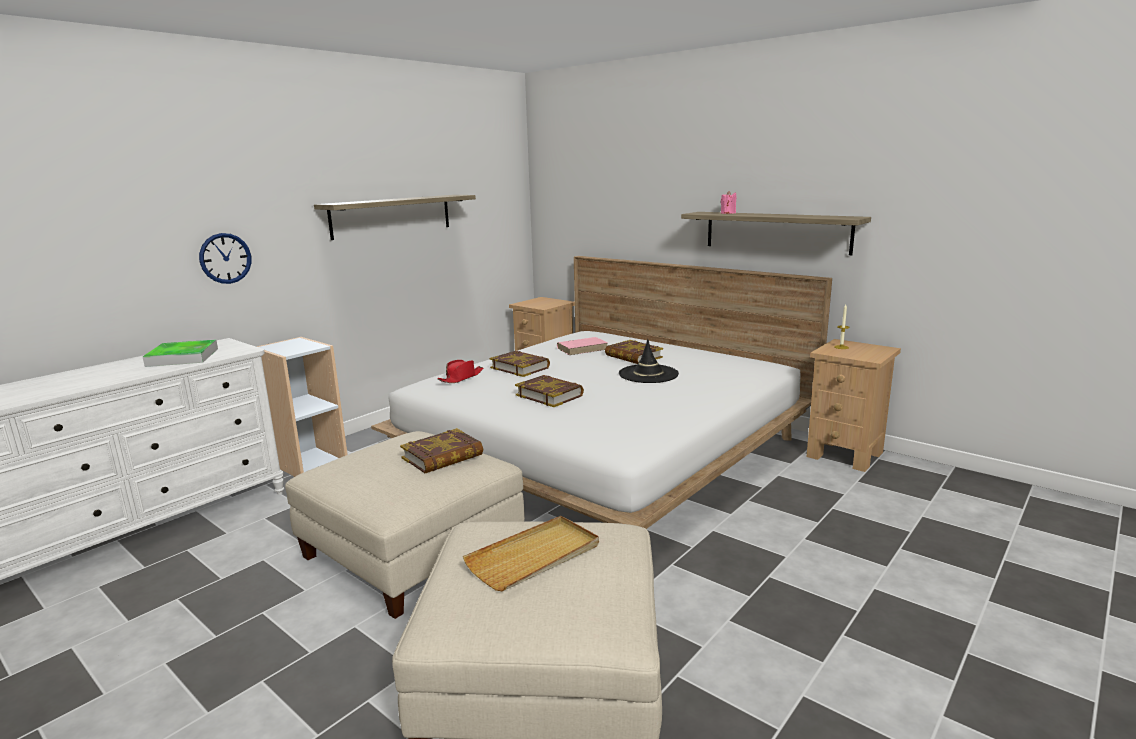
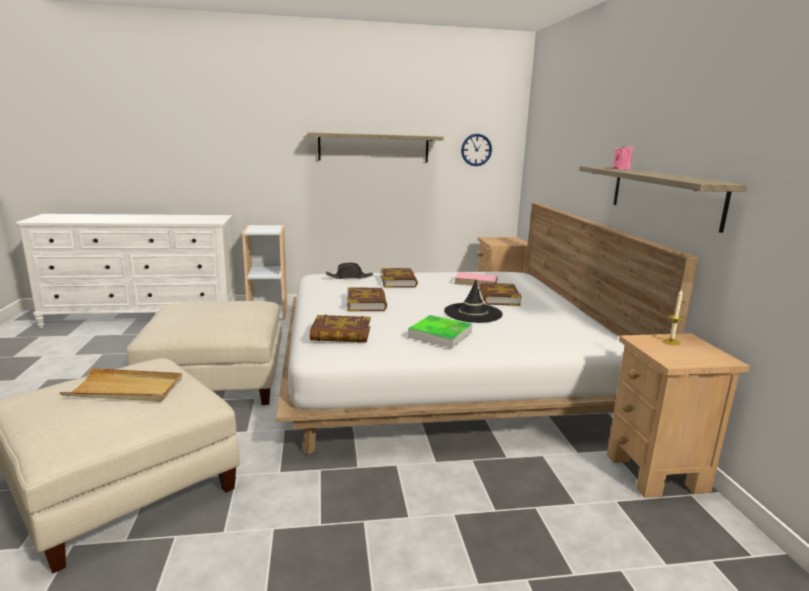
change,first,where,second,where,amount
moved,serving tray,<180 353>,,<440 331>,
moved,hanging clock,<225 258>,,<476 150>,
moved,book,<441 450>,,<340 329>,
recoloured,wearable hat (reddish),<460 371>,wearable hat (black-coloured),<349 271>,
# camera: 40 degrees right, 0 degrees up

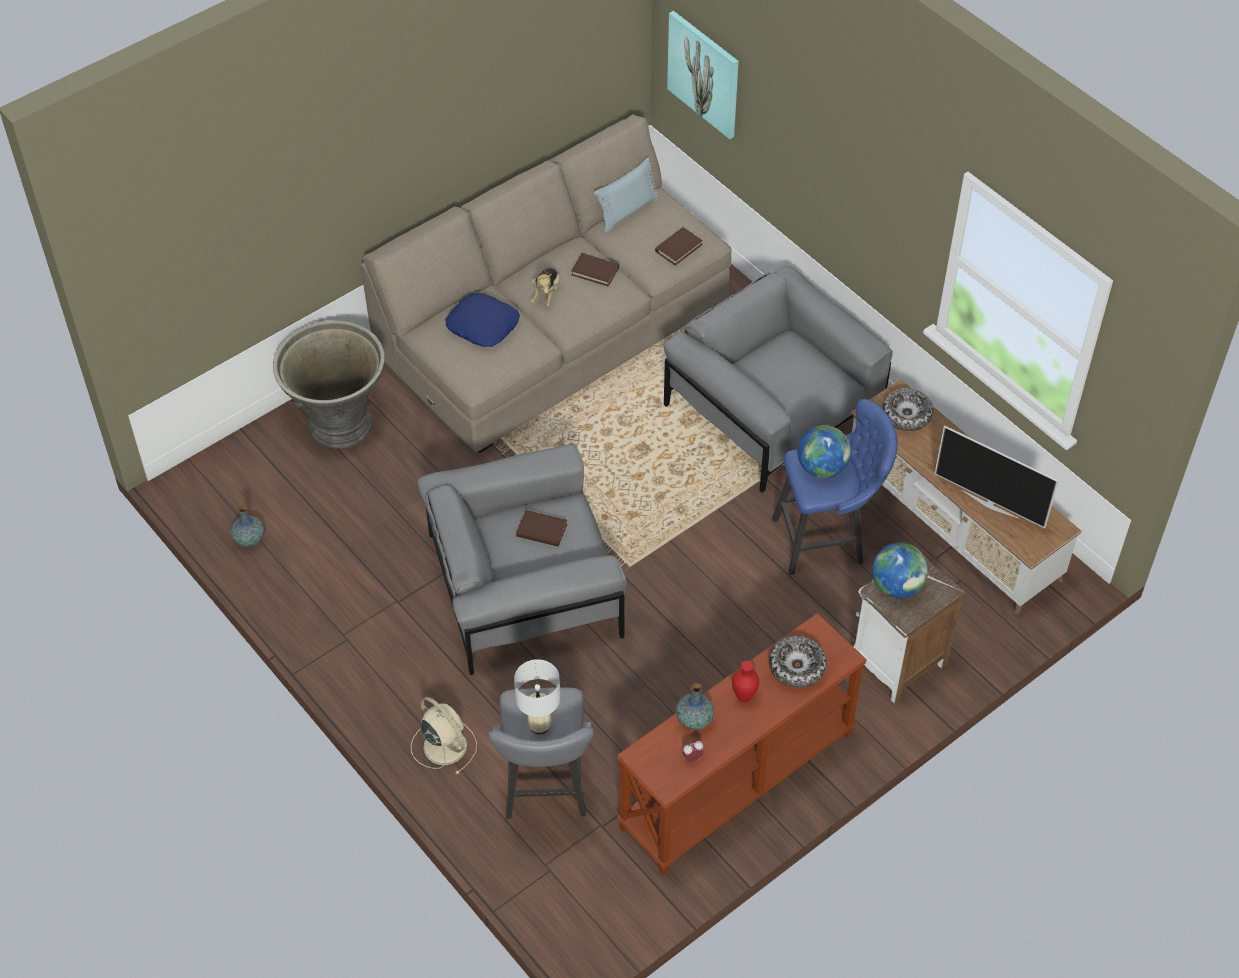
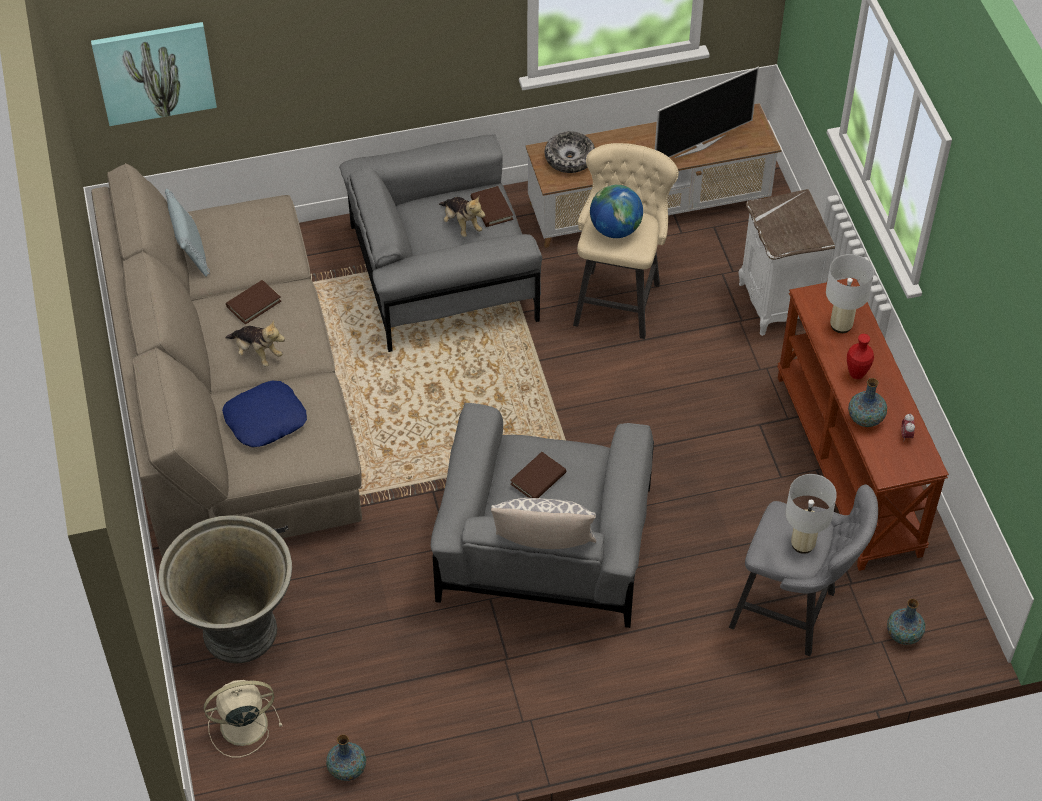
change,first,where,second,where,amount
removed,globe,<900 570>,,,
added,,,soft toy,<462 216>,
added,,,throw pillow,<543 523>,
added,,,flower vase,<906 622>,
moved,fan (beige-coloured),<444 736>,,<243 719>,
moved,book (brown),<679 246>,,<492 206>,
replaced,deep dish,<798 662>,table lamp (whitish),<850 293>,
recoloured,stool seat (blue),<835 487>,stool seat (beige-coloured),<626 241>,
# camera: 65 degrees left, 0 degrees up

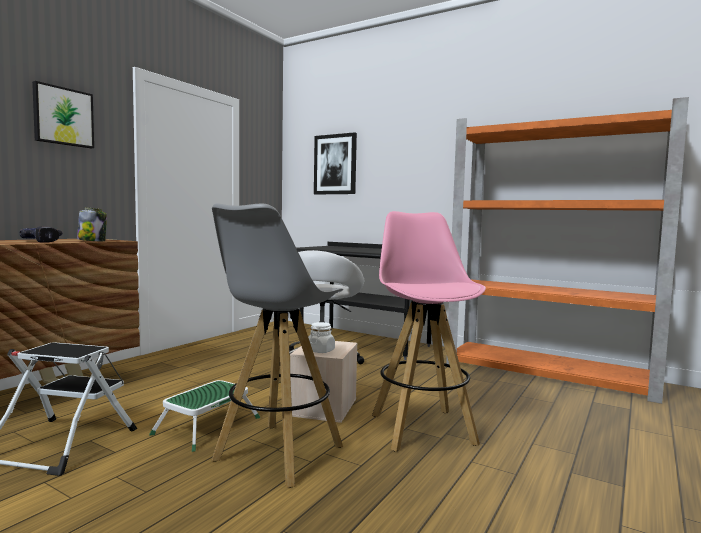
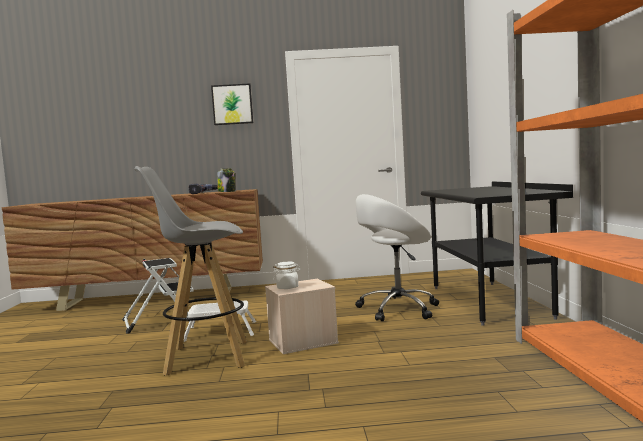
change,first,where,second,where,amount
removed,picture,<335 163>,,,
removed,stool seat (pink),<429 331>,,,
recoloured,step ladder (green),<204 416>,step ladder (whitish),<220 321>,
# camera: 55 degrees right, 0 degrees up

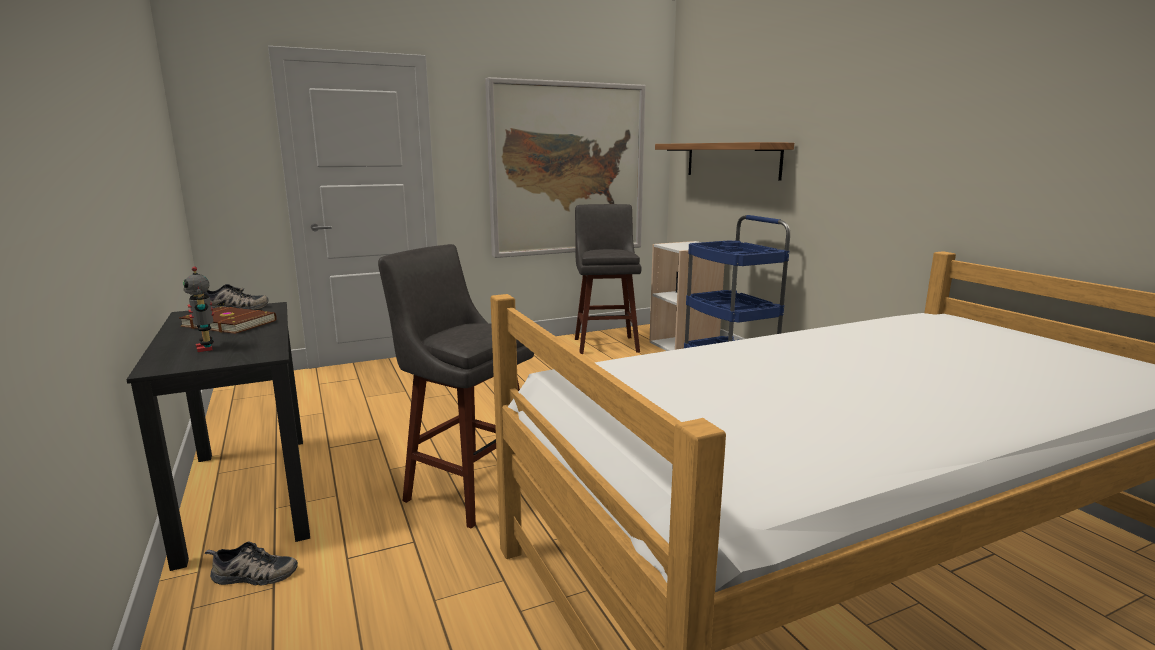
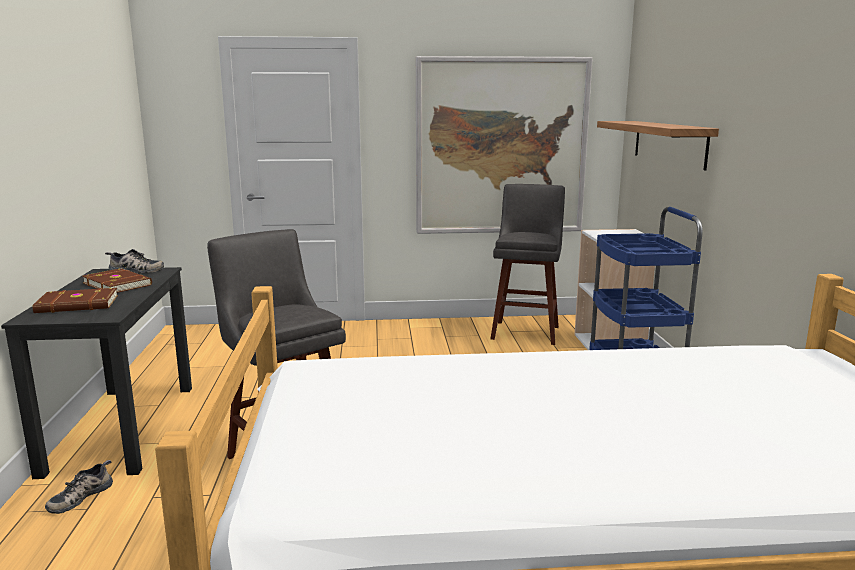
change,first,where,second,where,amount
replaced,model robot,<198 309>,book (brown),<75 300>,
turned,low shoe,<251 563>,,<79 487>,105 degrees clockwise
# camera: 20 degrees right, 0 degrees up

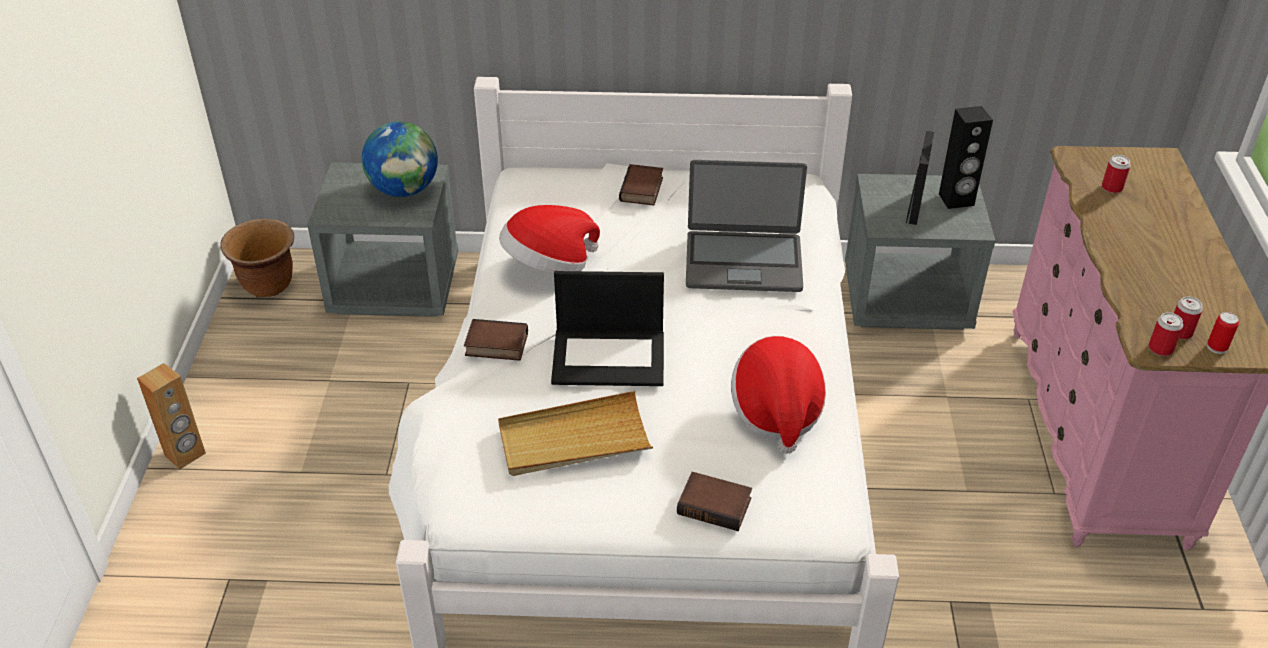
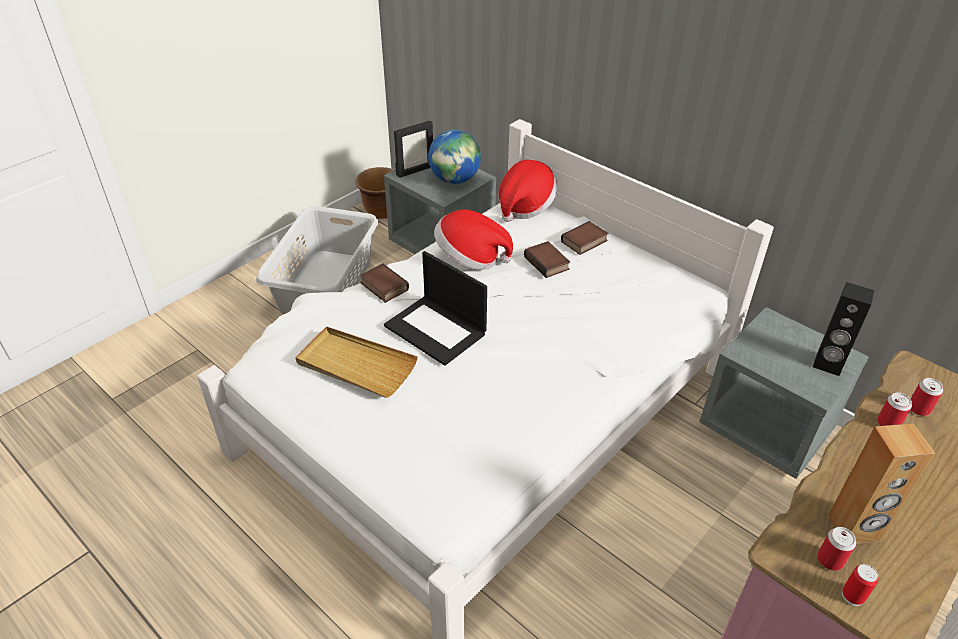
change,first,where,second,where,amount
removed,notebook computer,<746 226>,,,
added,,,washing basket (gray),<317 259>,
moved,loudspeaker (brown),<171 416>,,<882 483>,
moved,book,<714 501>,,<547 259>,
moved,wearable hat,<778 395>,,<528 191>,
moved,photo frame,<920 178>,,<413 149>,
moved,can,<1166 334>,,<894 409>,
# camera: 40 degrees right, 0 degrees up

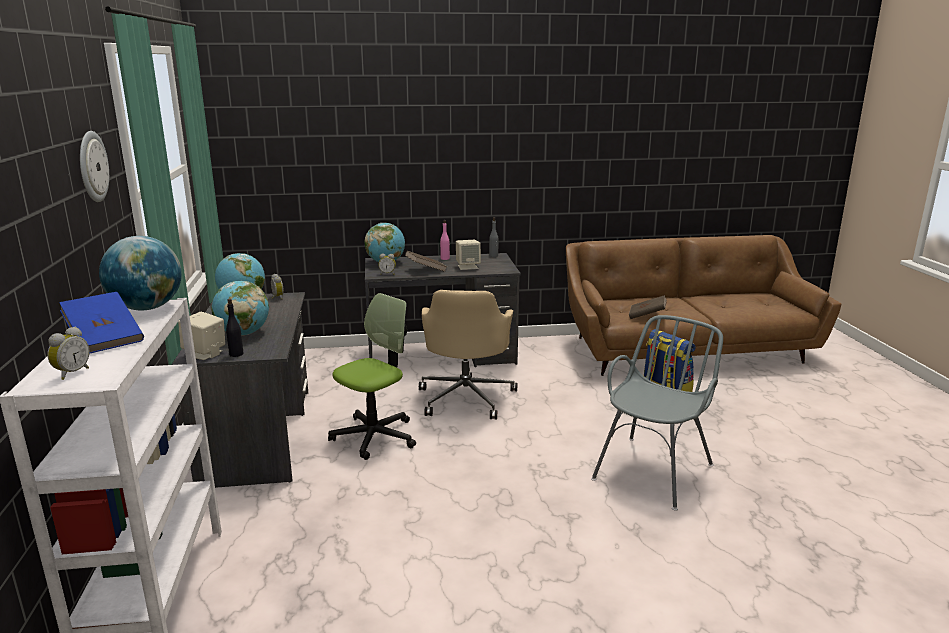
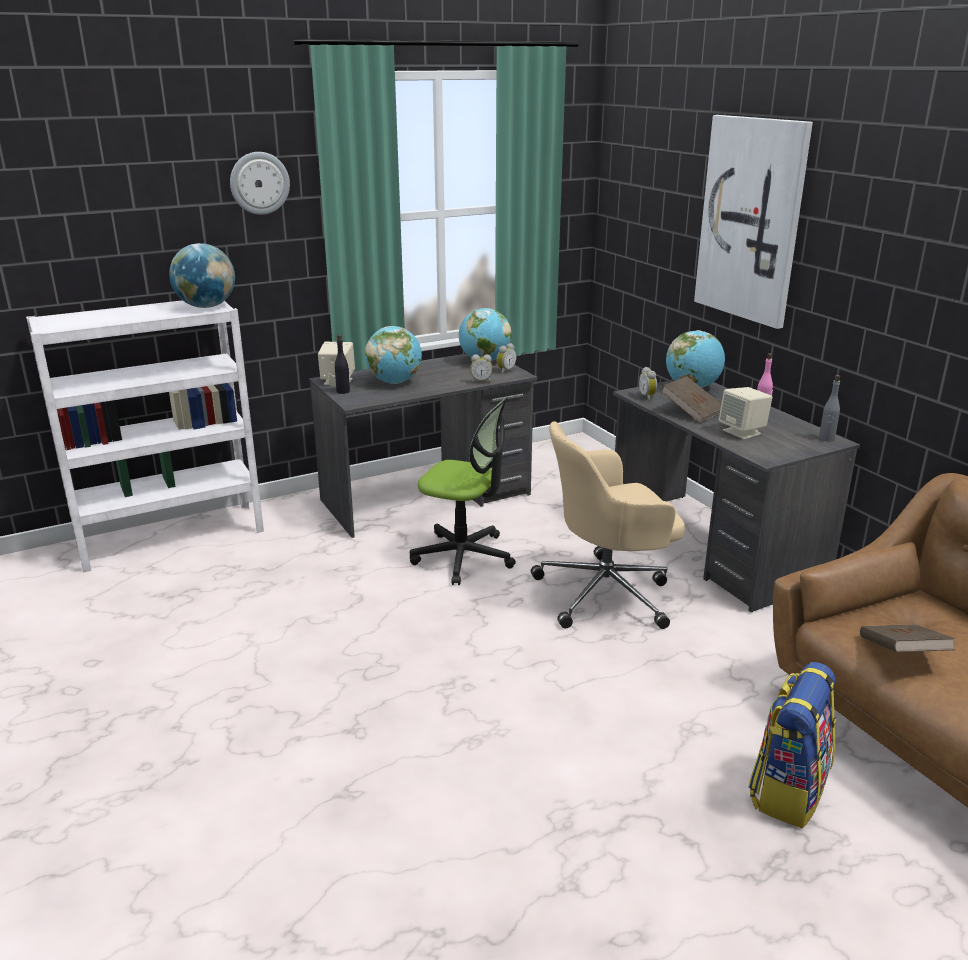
change,first,where,second,where,amount
removed,book (blue),<101 323>,,,
removed,chair (gray),<657 413>,,,
added,,,picture,<753 222>,
moved,alarm clock,<69 353>,,<481 368>,
# camera: 70 degrees right, 5 degrees up

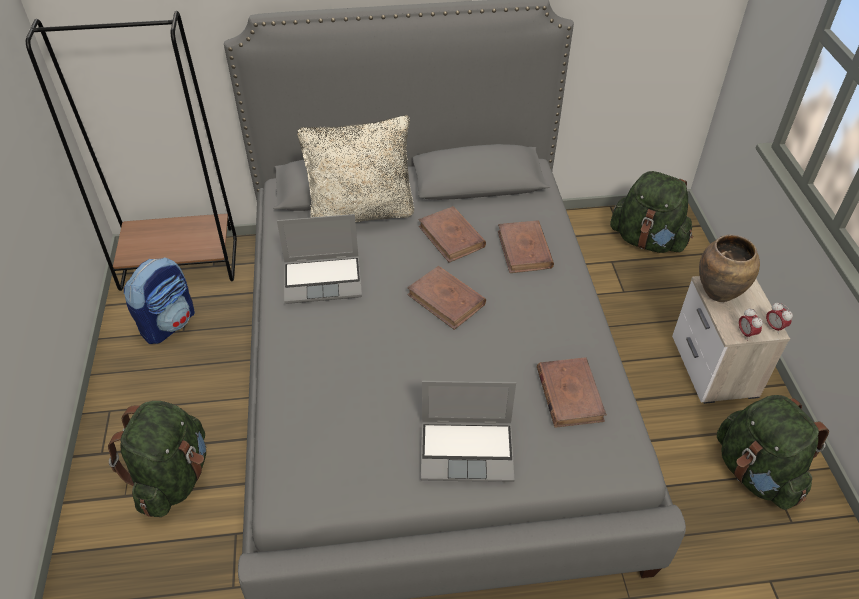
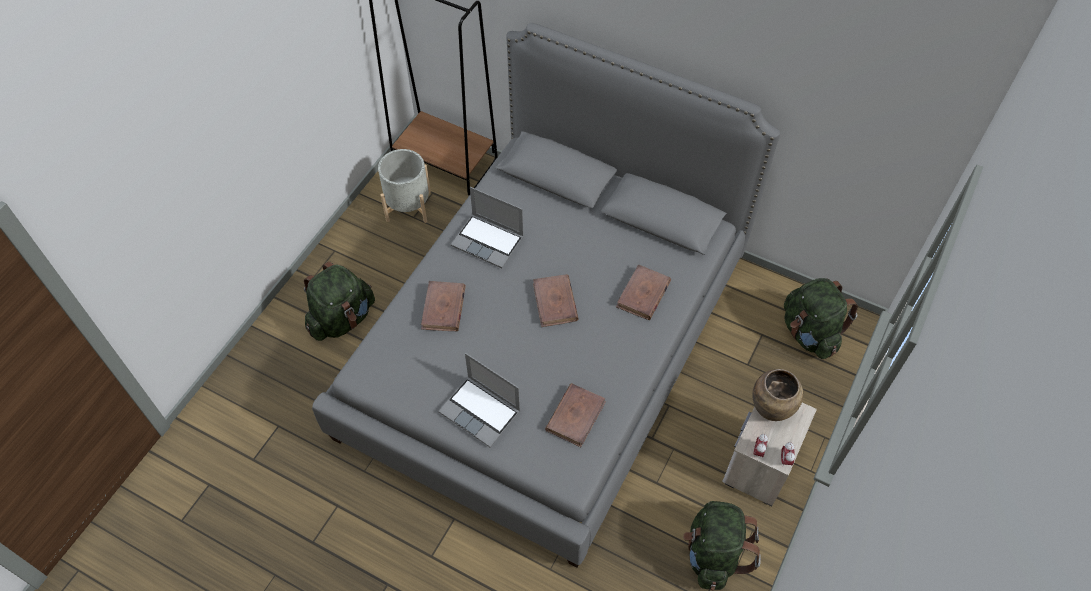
change,first,where,second,where,amount
removed,throw pillow (beige-coloured),<356 169>,,,
moved,book (brown),<452 234>,,<443 306>,
replaced,backpack,<159 300>,plant pot (gray),<404 186>,
# camera: 35 degrees right, 10 degrees up

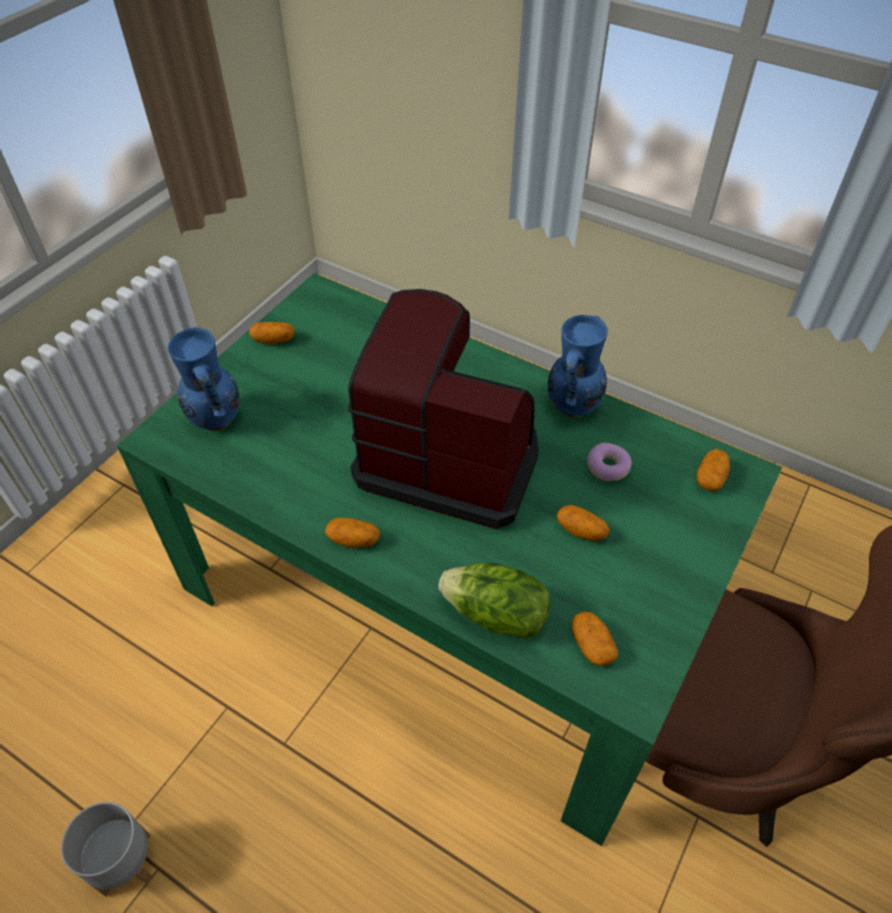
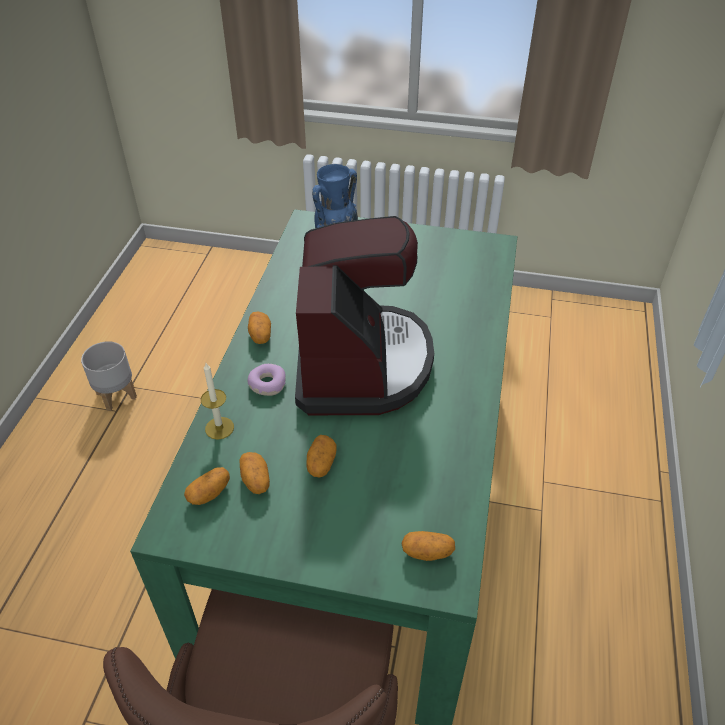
change,first,where,second,where,amount
removed,flower vase (blue),<577 366>,,,
moved,whole potato,<272 333>,,<255 473>,
moved,ring doughnut,<609 462>,,<267 380>,
replaced,head of lettuce,<494 601>,wax candle,<217 401>,
# camera: 70 degrees right, 5 degrees down

